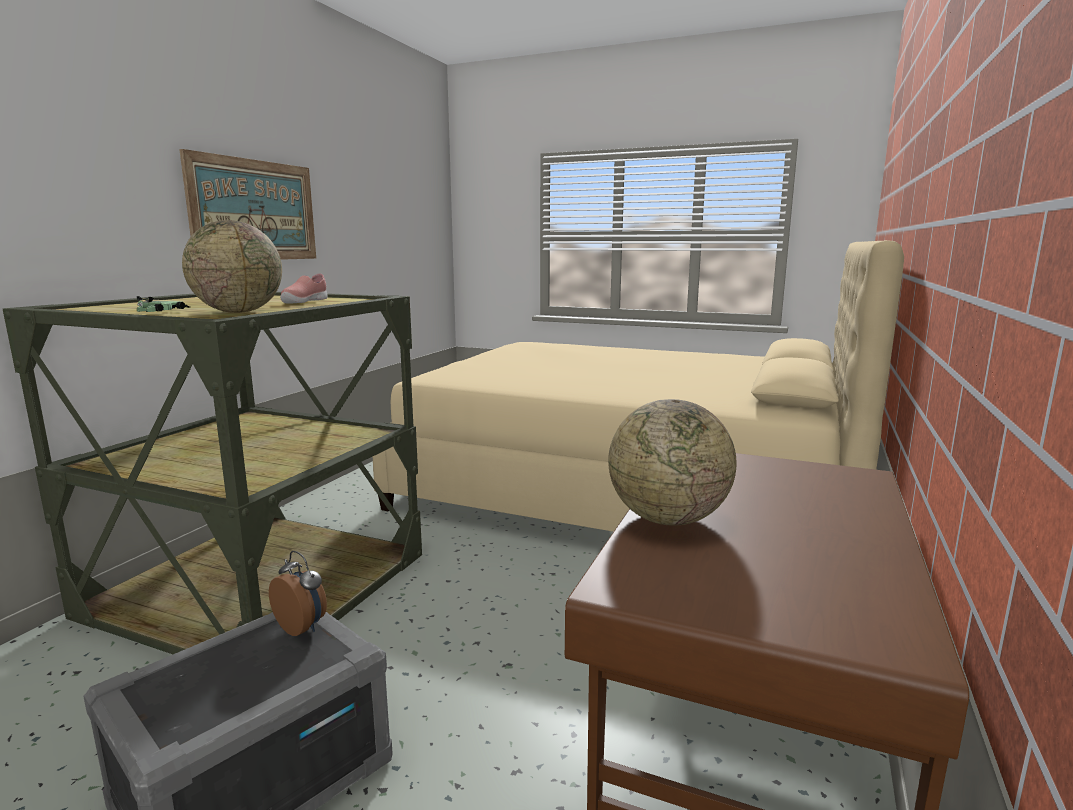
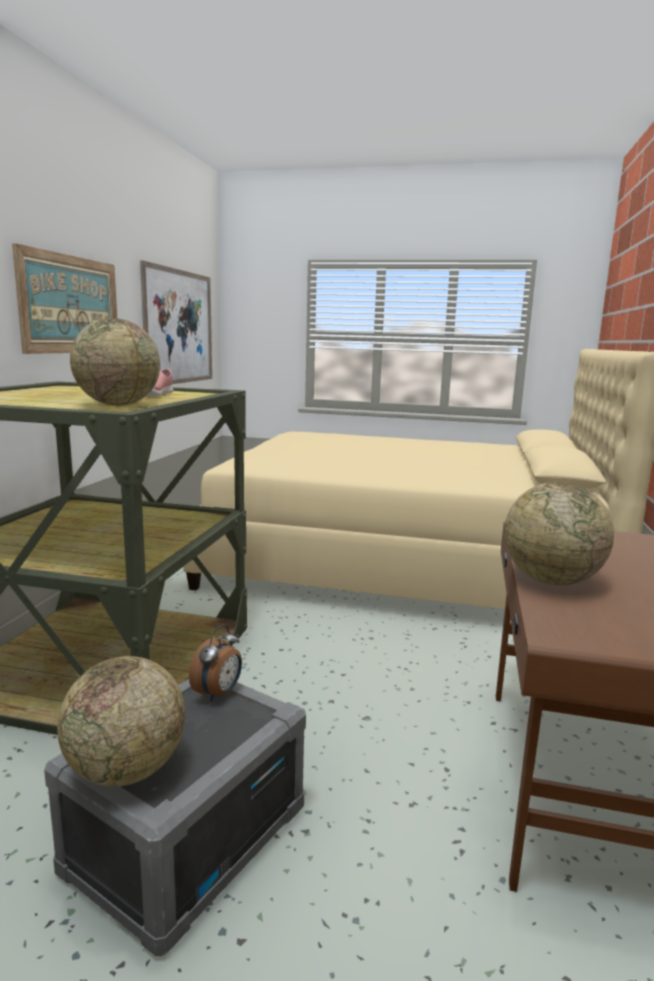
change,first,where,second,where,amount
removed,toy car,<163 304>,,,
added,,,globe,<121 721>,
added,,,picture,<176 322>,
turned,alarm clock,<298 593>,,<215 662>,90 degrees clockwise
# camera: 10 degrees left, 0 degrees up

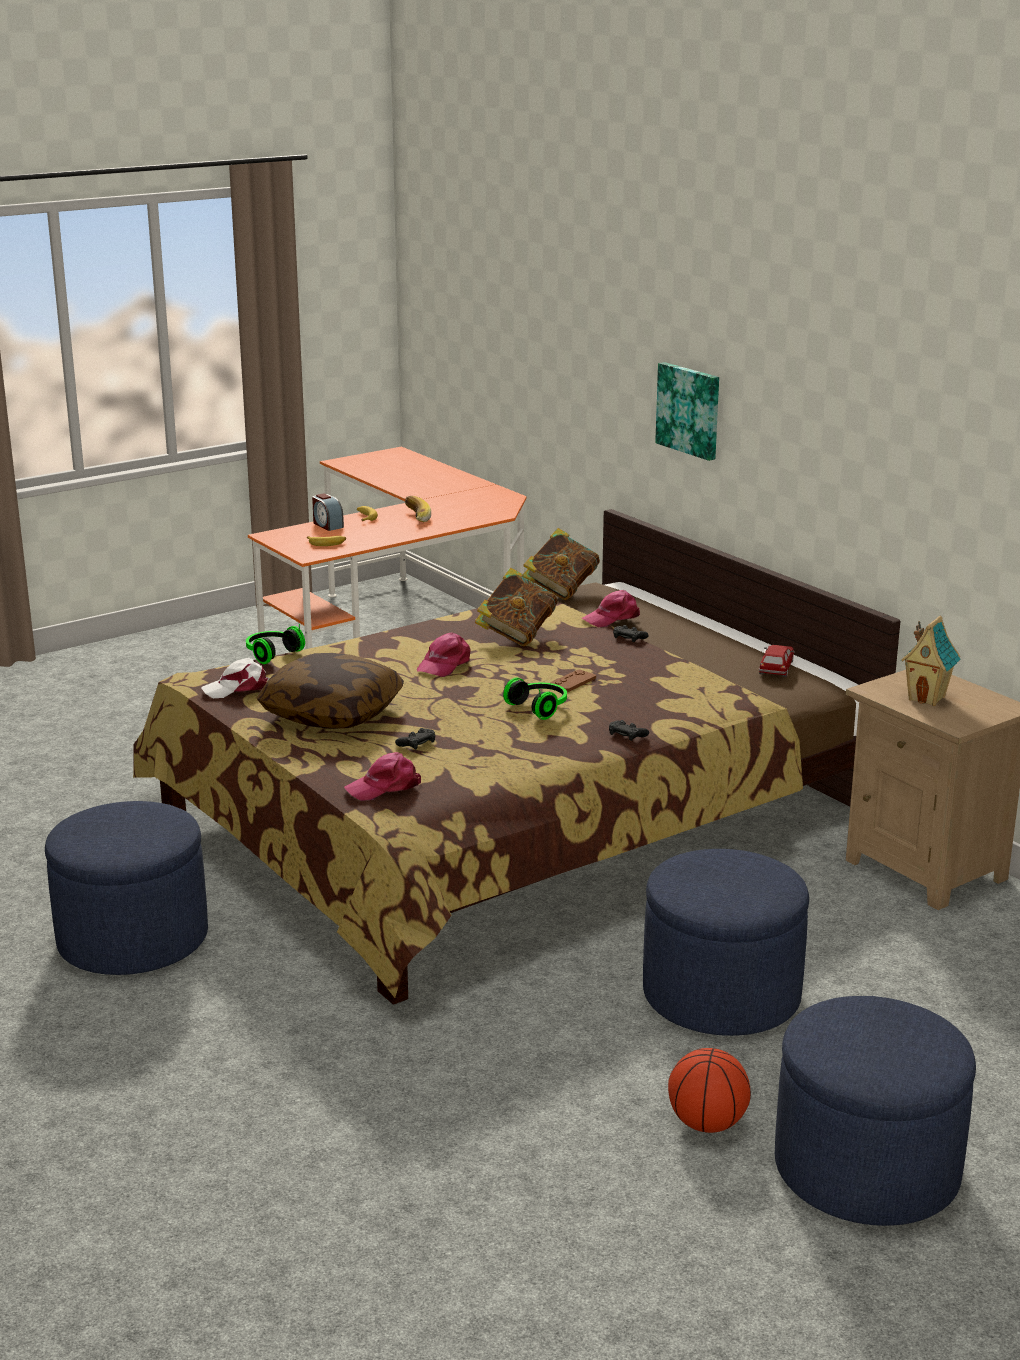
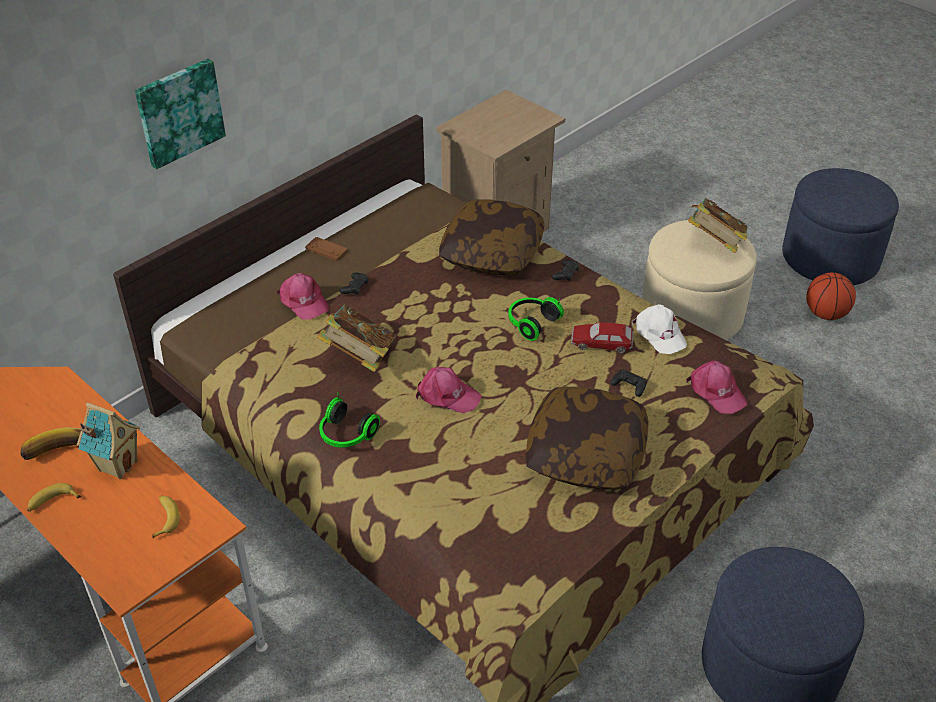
change,first,where,second,where,amount
removed,alarm clock,<328 512>,,,
added,,,throw pillow,<491 237>,
moved,peaked cap (whitish),<236 678>,,<659 329>,
moved,pair of headphones,<275 644>,,<349 420>,
moved,book,<561 564>,,<718 225>,
moved,game controller (brown),<573 680>,,<326 249>,
moved,toy car,<776 661>,,<602 338>,
moved,toy house,<931 661>,,<108 440>,
recoloured,pouffe (blue),<726 942>,pouffe (beige-coloured),<699 280>,
# camera: 100 degrees left, 20 degrees up

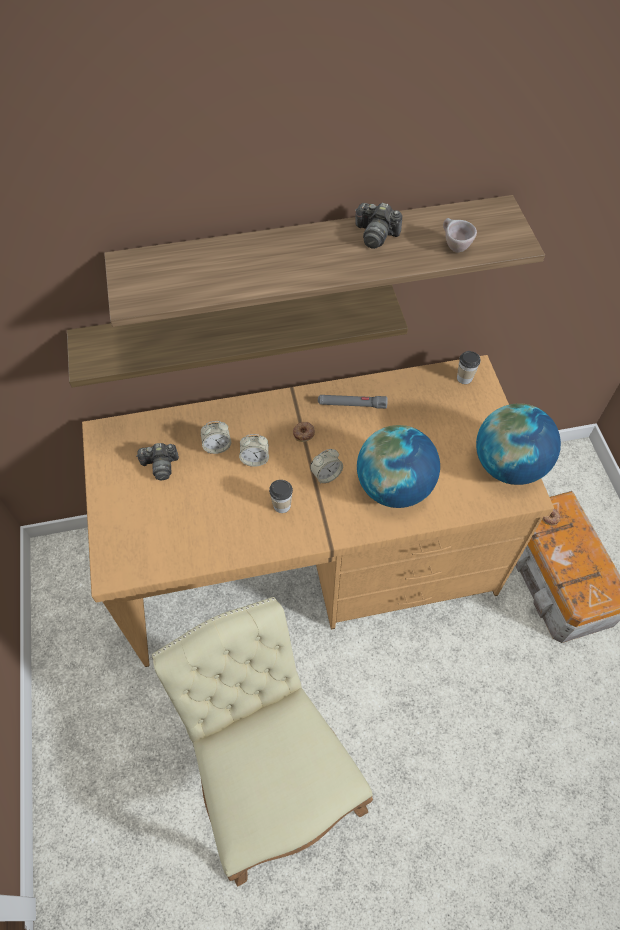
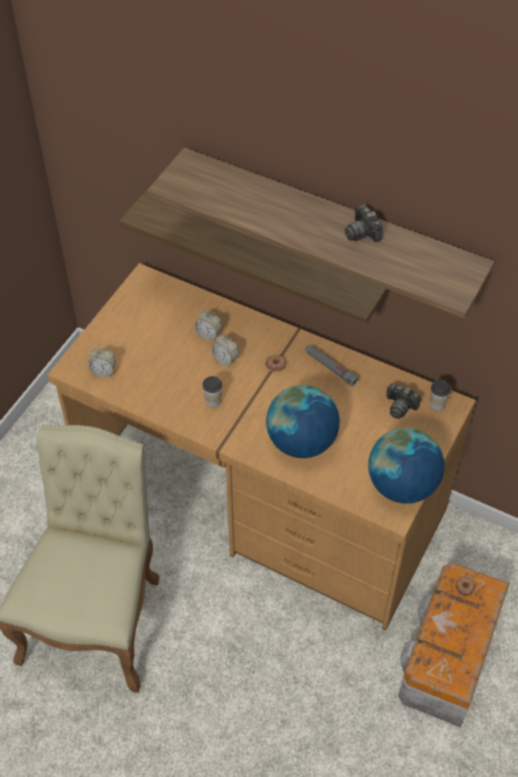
change,first,where,second,where,amount
removed,drinking cup (beige-coloured),<460 235>,,,
moved,still camera,<157 461>,,<403 401>,
moved,alarm clock,<326 466>,,<102 362>,
# camera: 40 degrees right, 5 degrees down

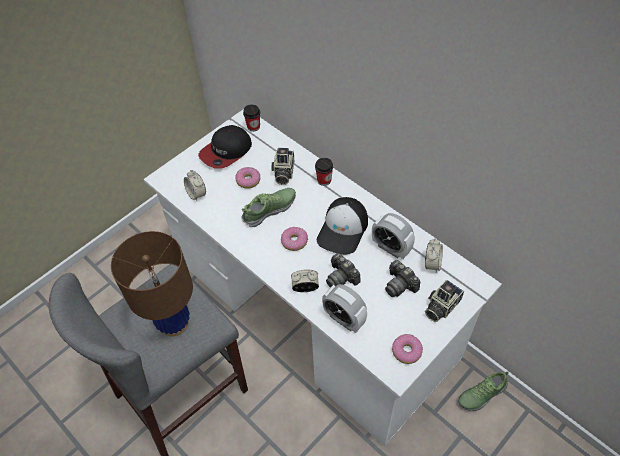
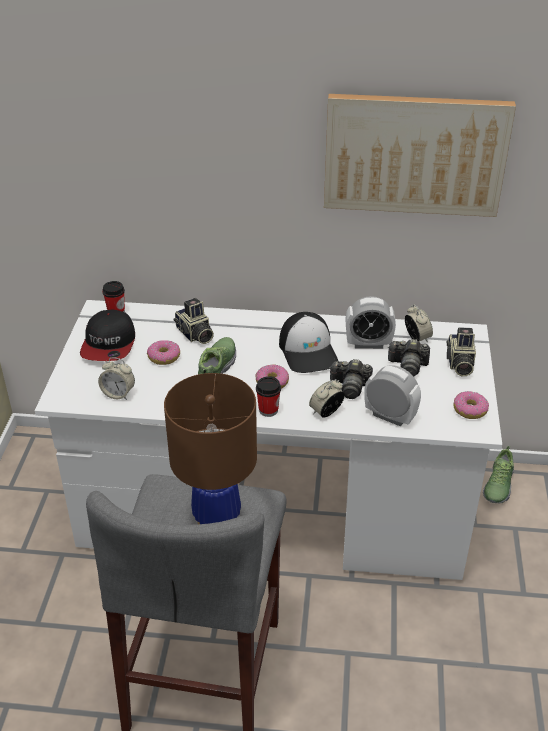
change,first,where,second,where,amount
added,,,picture,<420 155>,
moved,drinking cup,<324 171>,,<268 396>,
turned,alarm clock,<344 308>,,<392 396>,150 degrees counterclockwise
# camera: 40 degrees left, 15 degrees down

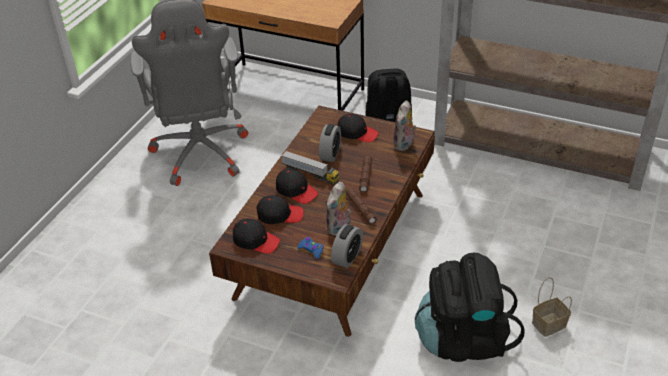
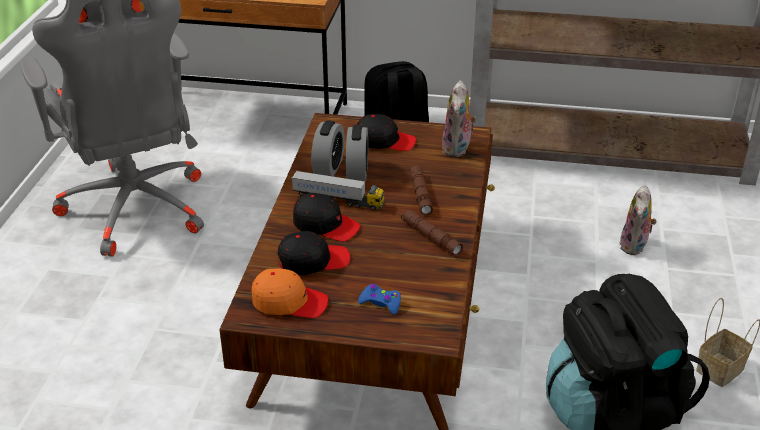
change,first,where,second,where,amount
moved,soft toy,<338 209>,,<638 220>,
moved,alarm clock,<347 246>,,<328 148>,
recoloured,peaked cap (black-coloured),<256 236>,peaked cap (orangey),<290 293>,
# camera: 15 degrees left, 5 degrees down

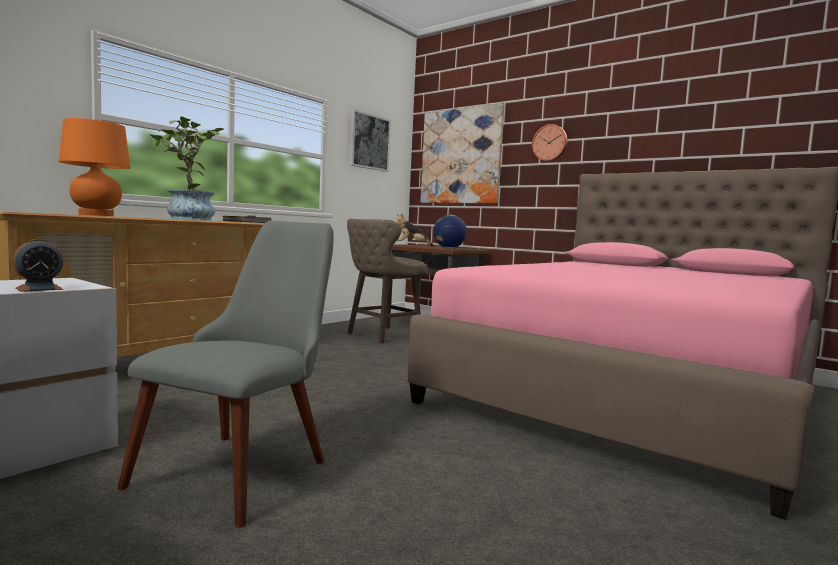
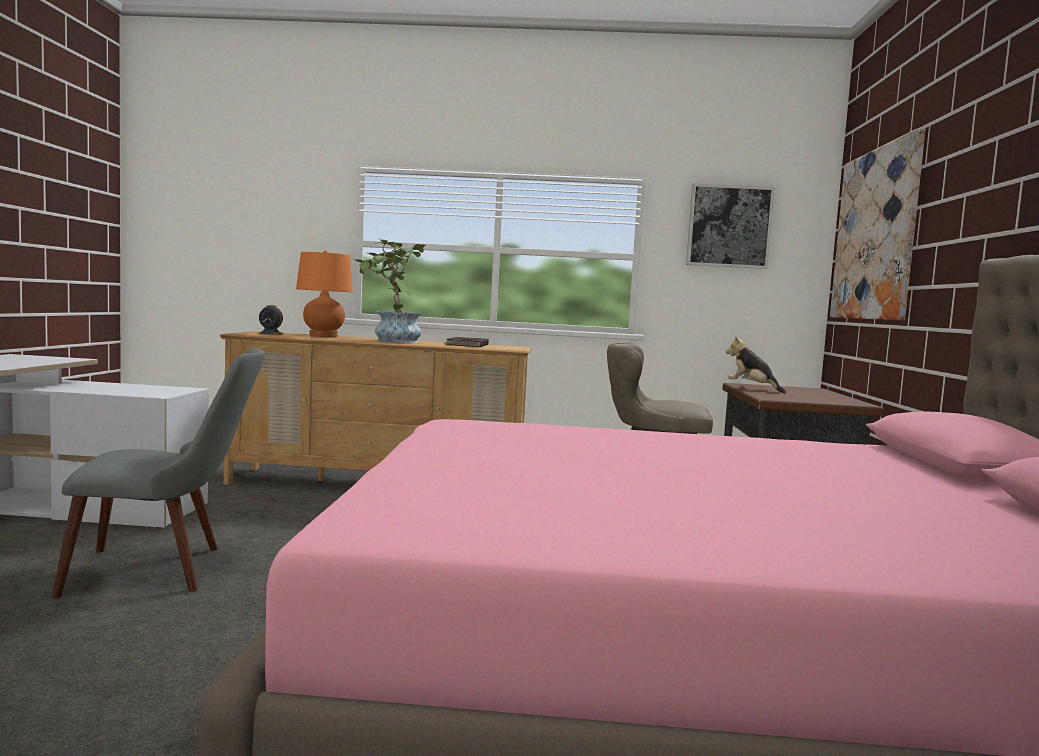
change,first,where,second,where,amount
removed,globe,<450 232>,,,
removed,hanging clock,<549 142>,,,
moved,alarm clock,<38 265>,,<270 320>,
# camera: 55 degrees right, 0 degrees up

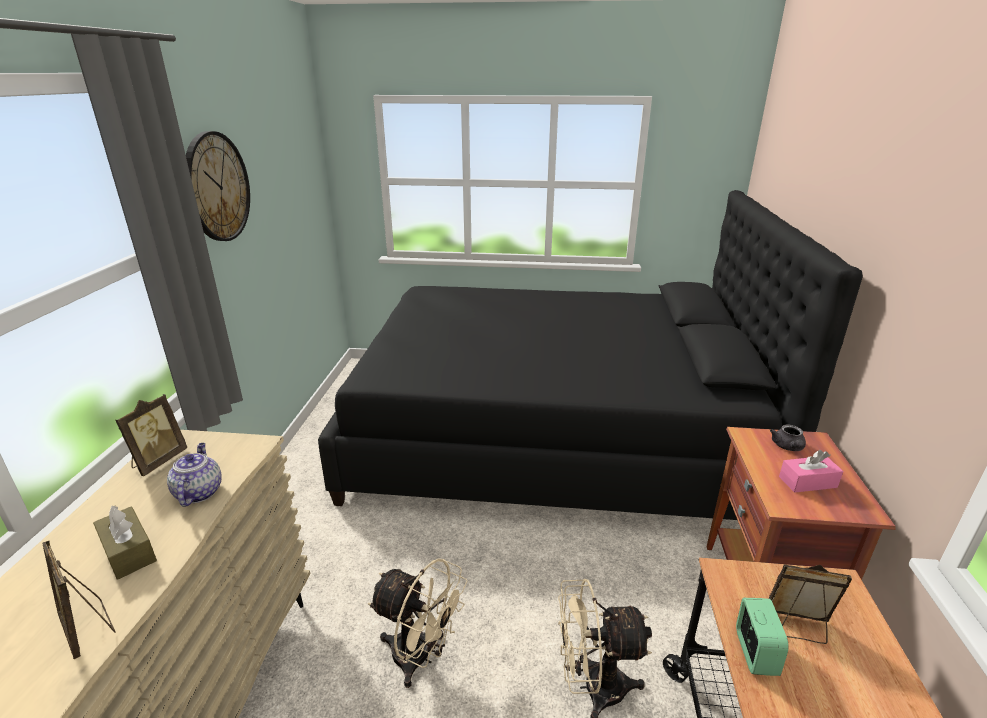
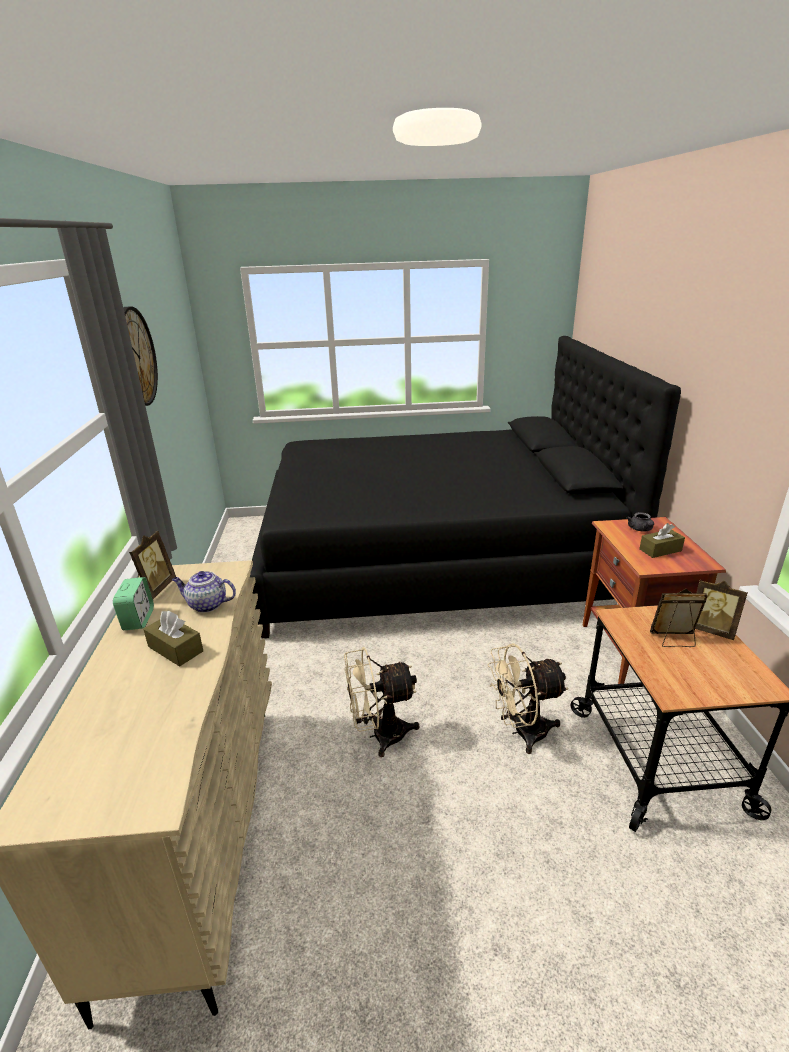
change,first,where,second,where,amount
moved,photo frame,<79 600>,,<721 610>,
moved,alarm clock,<762 637>,,<133 603>,
recoloured,tissue box (pink),<811 471>,tissue box (brown),<662 540>,
turned,pot for tea,<194 475>,,<204 592>,60 degrees counterclockwise
turned,fan (beige-coloured),<418 623>,,<381 702>,150 degrees clockwise
# camera: 10 degrees left, 0 degrees up

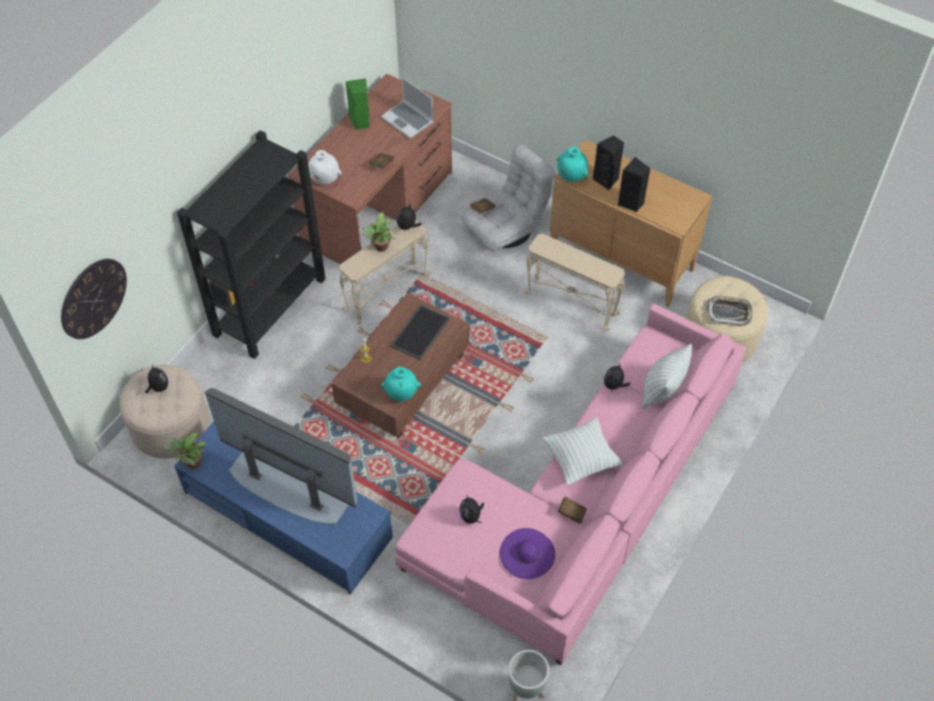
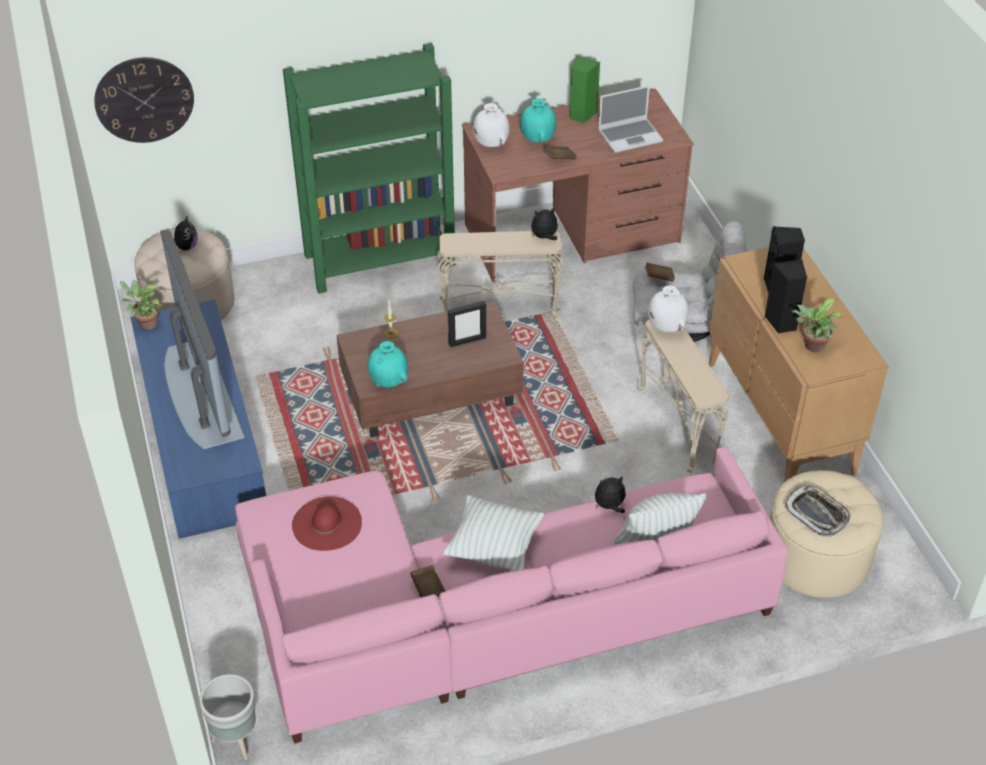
change,first,where,second,where,amount
removed,wearable hat (purple),<527 553>,,,
added,,,flower vase (whitish),<668 308>,
moved,houseplant,<378 232>,,<816 325>,
moved,flower vase (turquoise-coloured),<572 164>,,<538 120>,
replaced,serving tray,<420 332>,photo frame,<467 324>,
replaced,soft toy,<471 510>,wearable hat (reddish),<327 523>,
recoloured,bookshelf (black-coloured),<251 244>,bookshelf (green),<369 168>,
turned,notebook computer,<407 108>,,<630 119>,105 degrees counterclockwise
# camera: 40 degrees right, 10 degrees down

